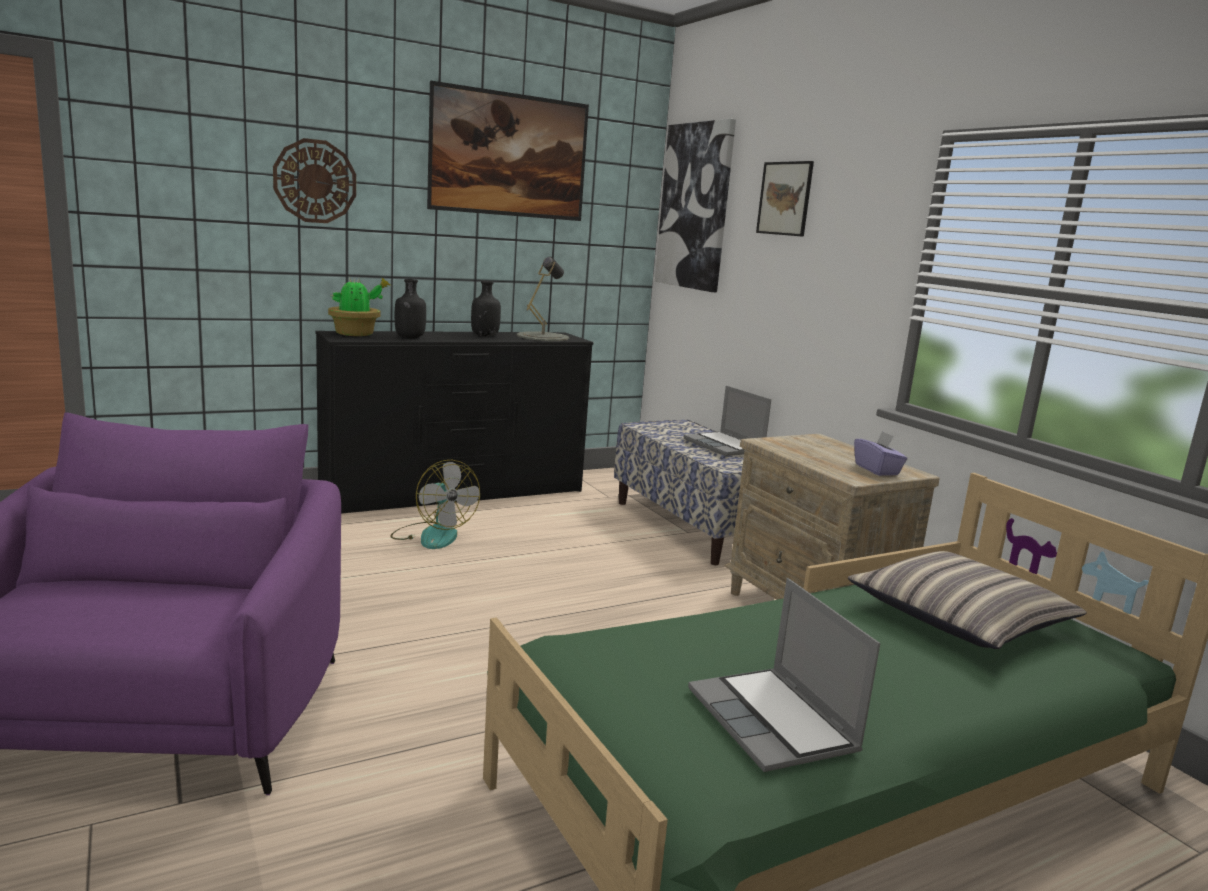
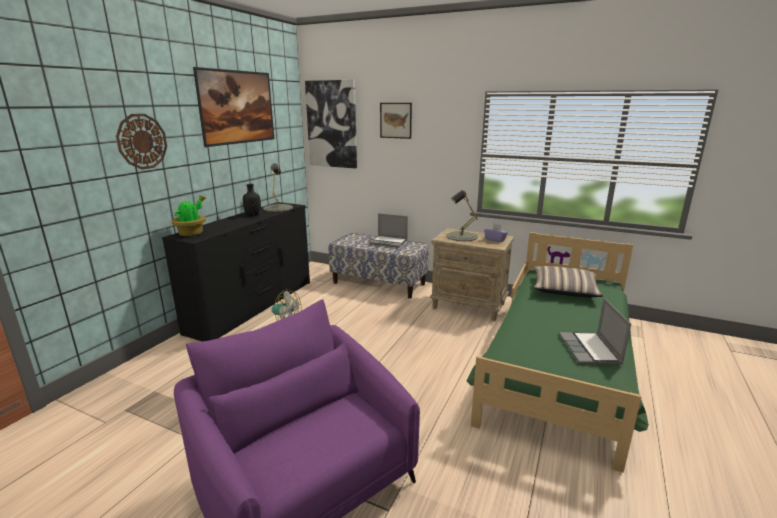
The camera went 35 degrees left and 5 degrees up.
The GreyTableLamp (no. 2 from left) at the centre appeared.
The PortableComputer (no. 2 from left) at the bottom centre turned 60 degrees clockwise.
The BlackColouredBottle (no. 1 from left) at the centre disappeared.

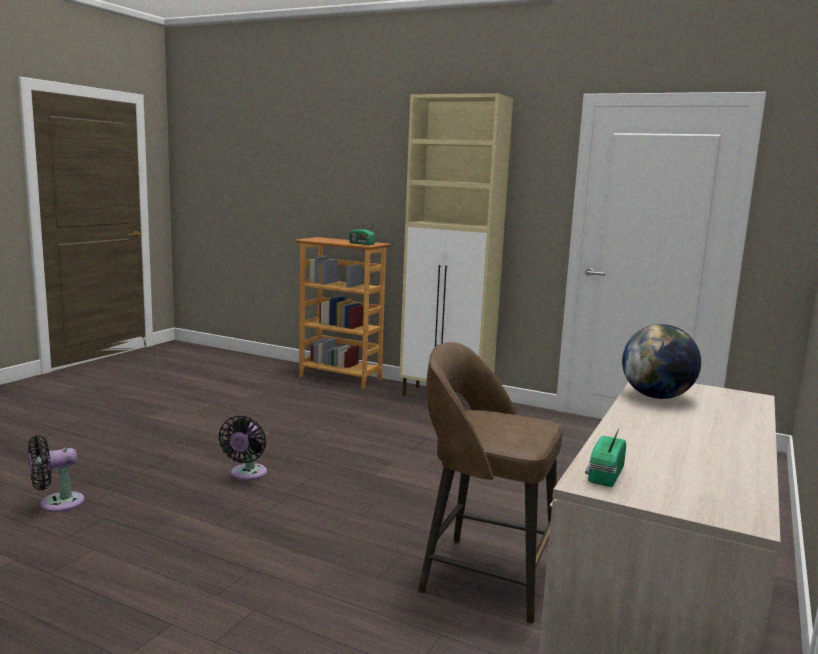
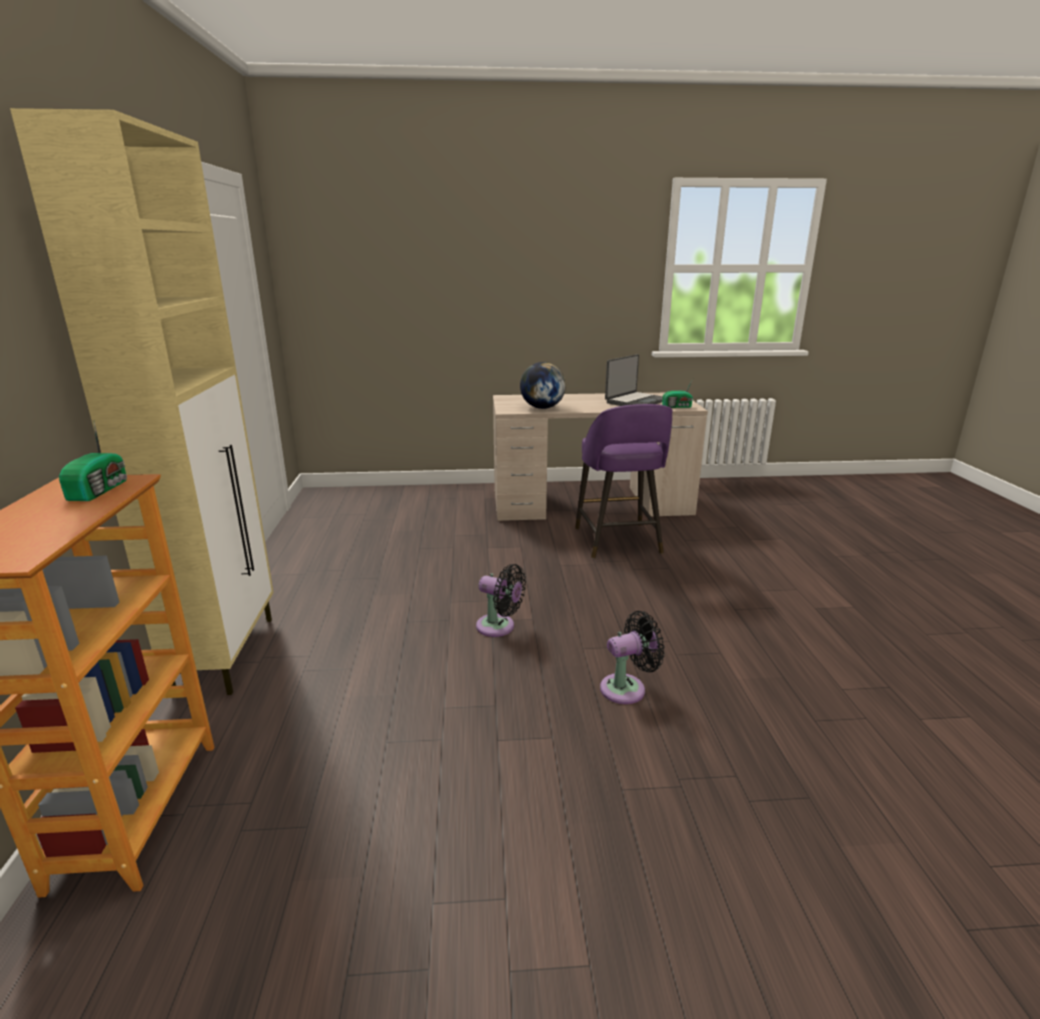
The camera went 120 degrees left and 10 degrees up.
The BlackColouredCoolingFan (no. 1 from left) moved from the bottom left to the centre.
The BrownSittingStool at the bottom centre became the PurplishSittingStool at the centre.
The PortableComputer at the centre appeared.

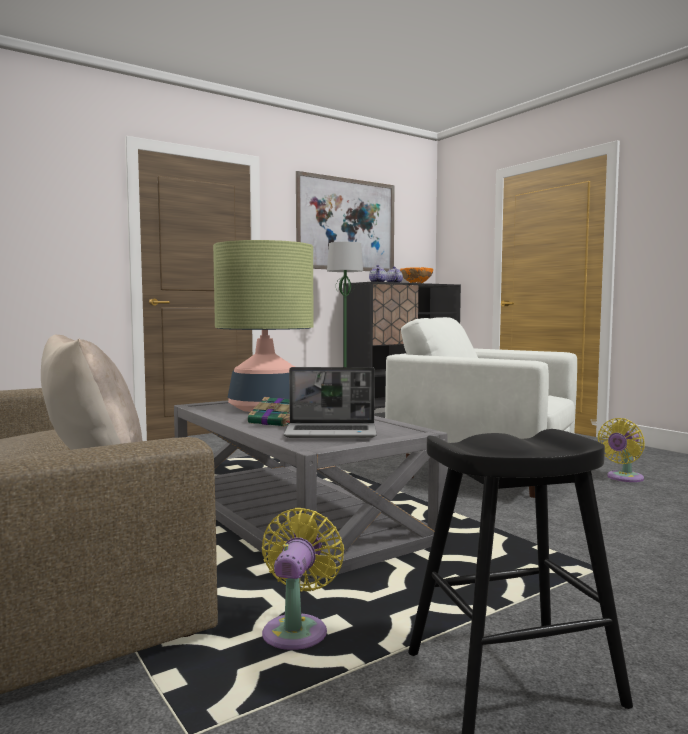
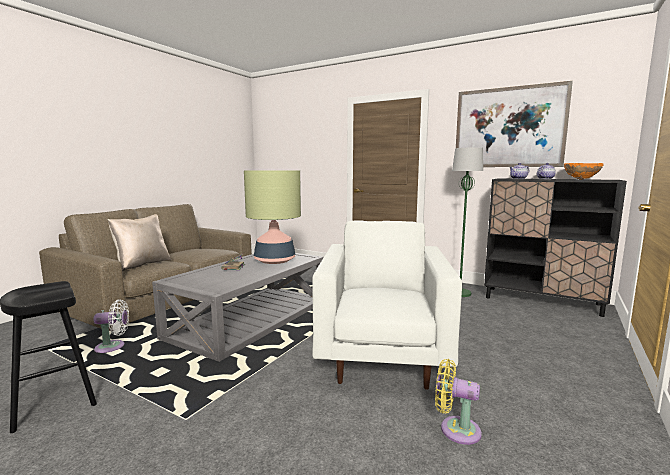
The camera went 65 degrees right and 5 degrees up.
The YellowColouredCoolingFan (no. 1 from left) at the bottom centre became the WhitishCoolingFan at the bottom left.
The PortableComputer at the centre disappeared.

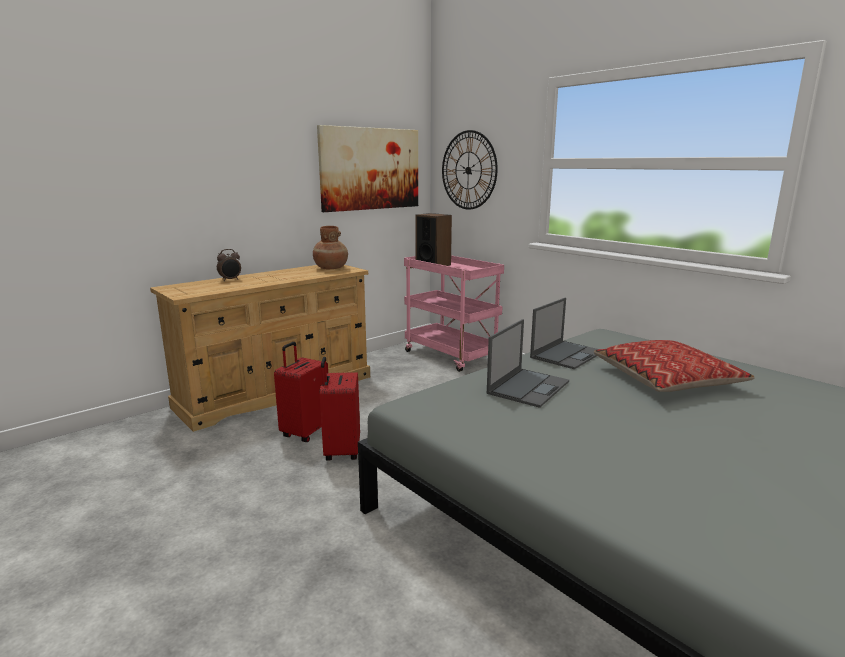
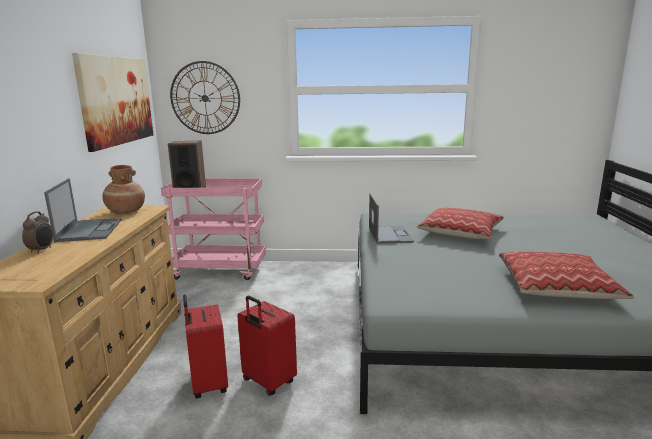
The camera went 45 degrees left and 0 degrees up.
The PortableComputer (no. 1 from left) moved from the centre to the middle left.
The ThrowPillow (no. 2 from left) at the middle right appeared.

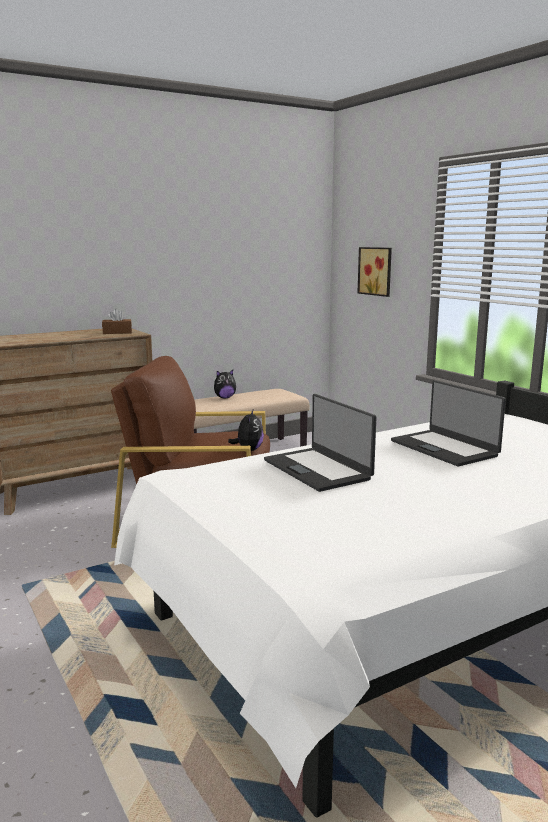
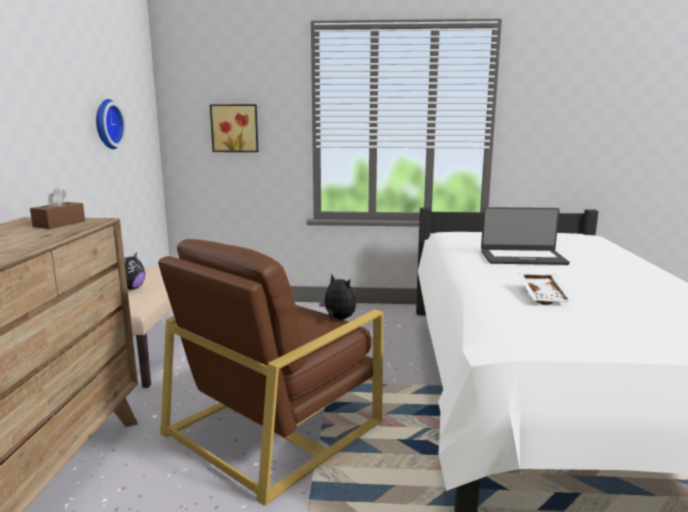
The camera went 55 degrees left and 0 degrees up.
The WallClock at the top left appeared.
The PortableComputer (no. 1 from left) at the centre was replaced by the WhitishTray at the middle right.

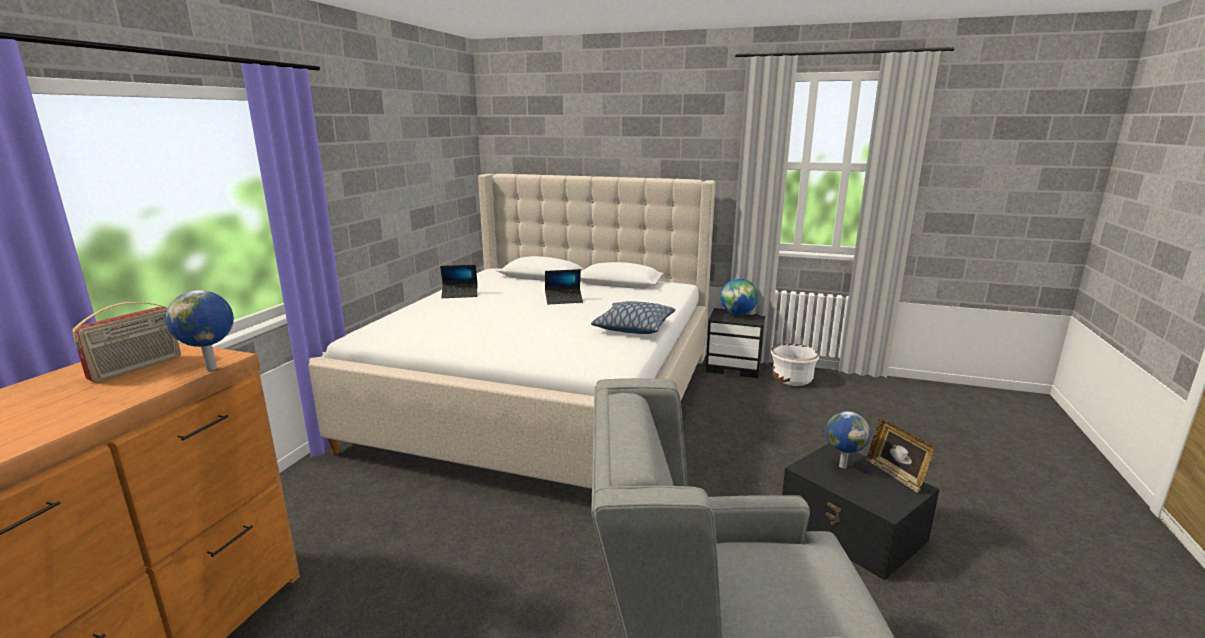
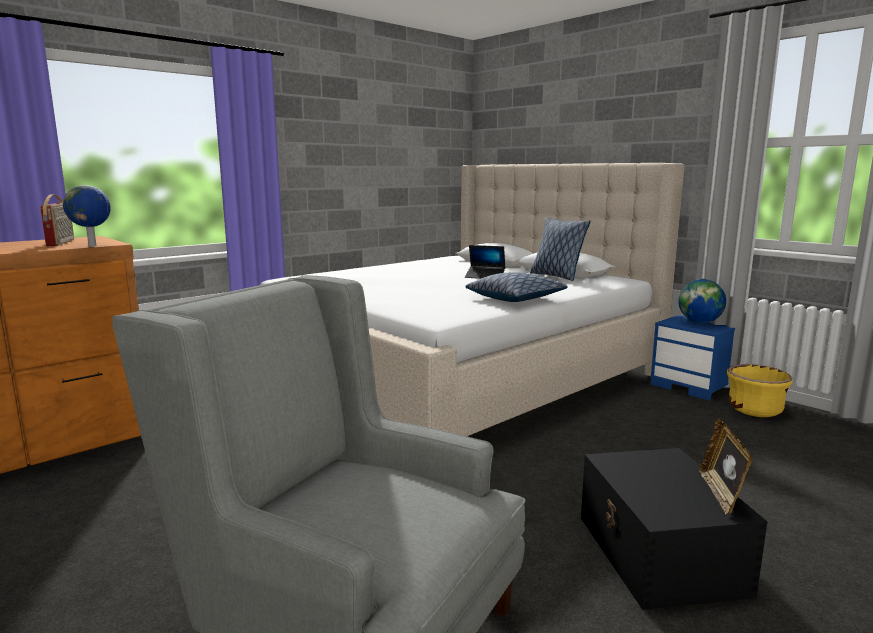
The camera went 30 degrees right and 5 degrees down.
The Radio at the middle left turned 75 degrees counterclockwise.
The ThrowPillow (no. 2 from left) at the centre appeared.
The BlackColouredNightstand at the centre became the BluishNightstand at the middle right.
The WhitishPlantPot at the centre became the YellowColouredPlantPot at the middle right.
The PortableComputer (no. 1 from left) at the centre disappeared.
The Globe (no. 3 from left) at the bottom right disappeared.

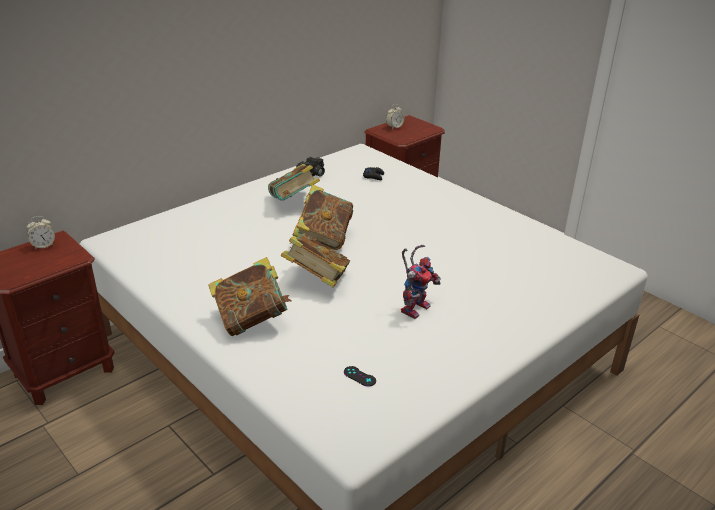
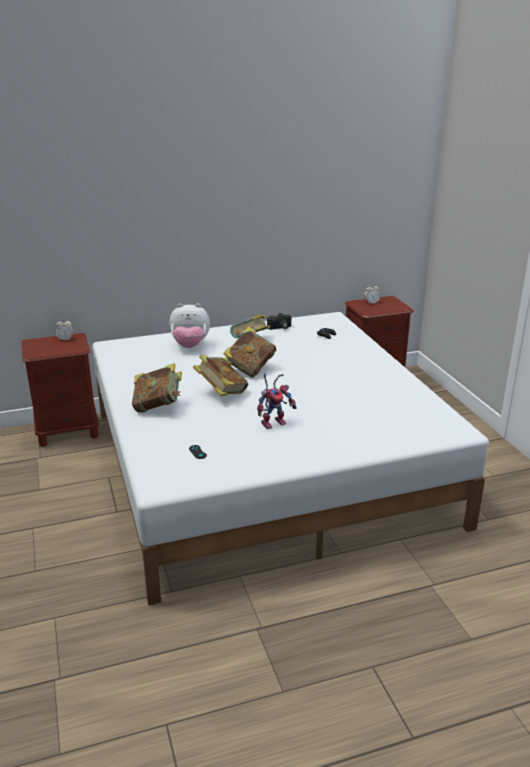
The camera went 25 degrees right and 5 degrees down.
The CuddlyToy at the centre appeared.

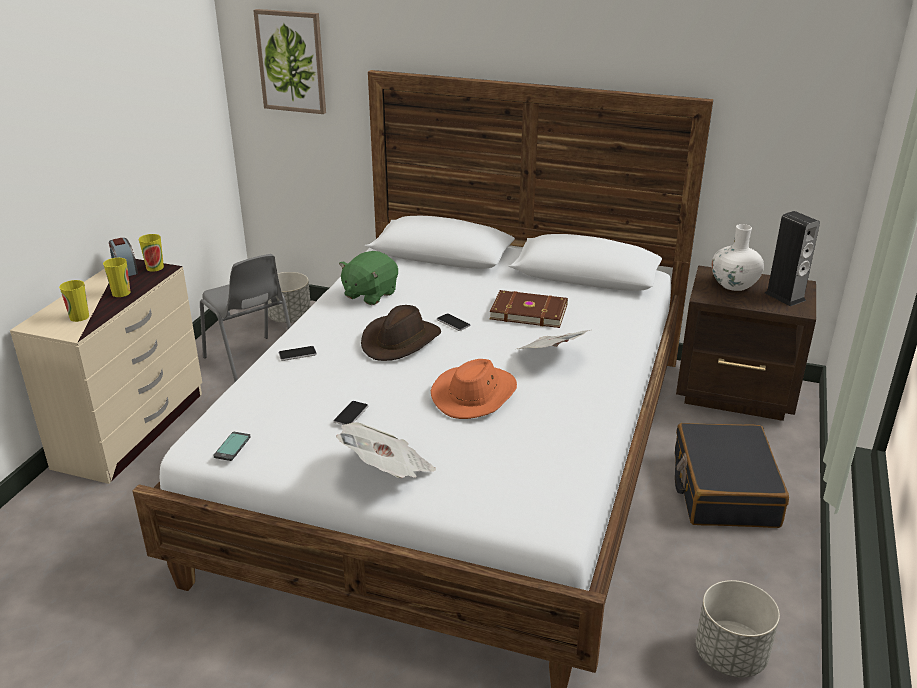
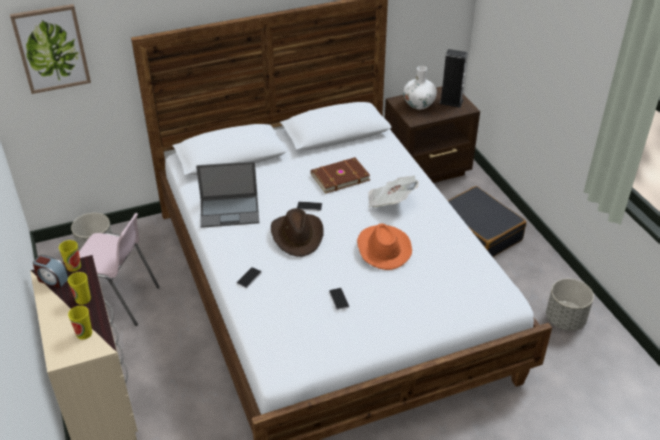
The camera went 40 degrees left and 10 degrees up.
The GreyChair at the middle left became the PinkChair at the middle left.
The GreenColouredCuddlyToy at the centre was replaced by the PortableComputer at the centre.
The Phone (no. 1 from left) at the middle left disappeared.
The PrintedPaper (no. 1 from left) at the centre disappeared.

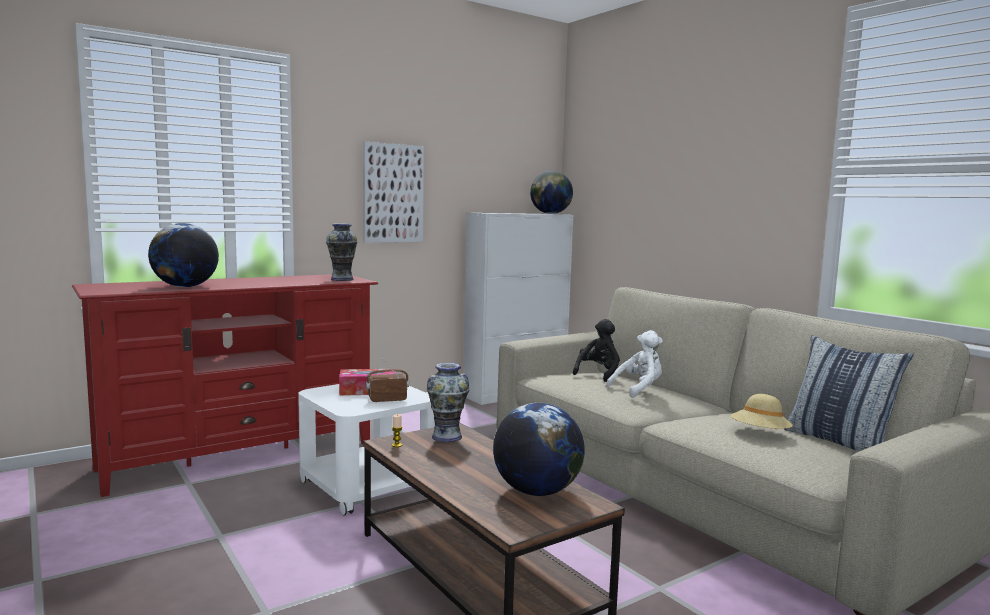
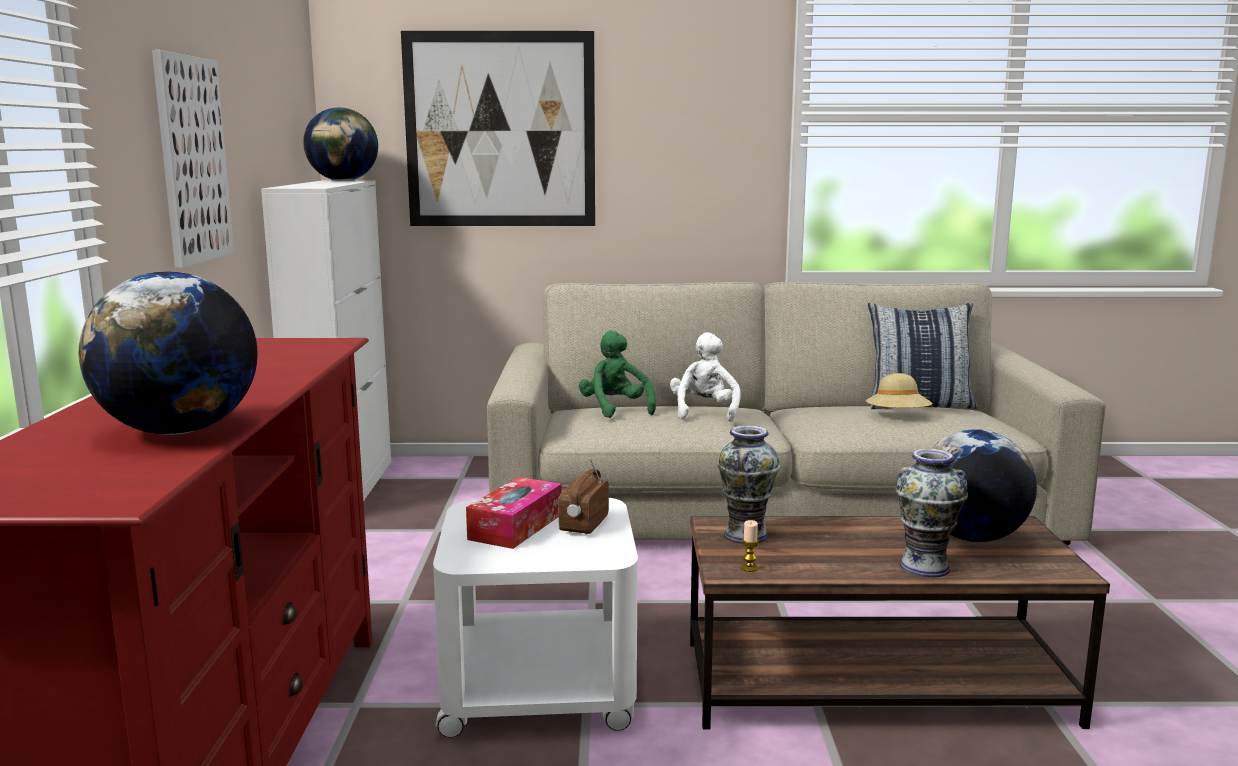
The camera went 55 degrees left and 5 degrees up.
The WallPicture (no. 2 from left) at the top centre appeared.
The BlackColouredCuddlyToy at the centre became the GreenColouredCuddlyToy at the centre.
The DecorativeVase (no. 1 from left in the first image) moved from the centre to the bottom right.

